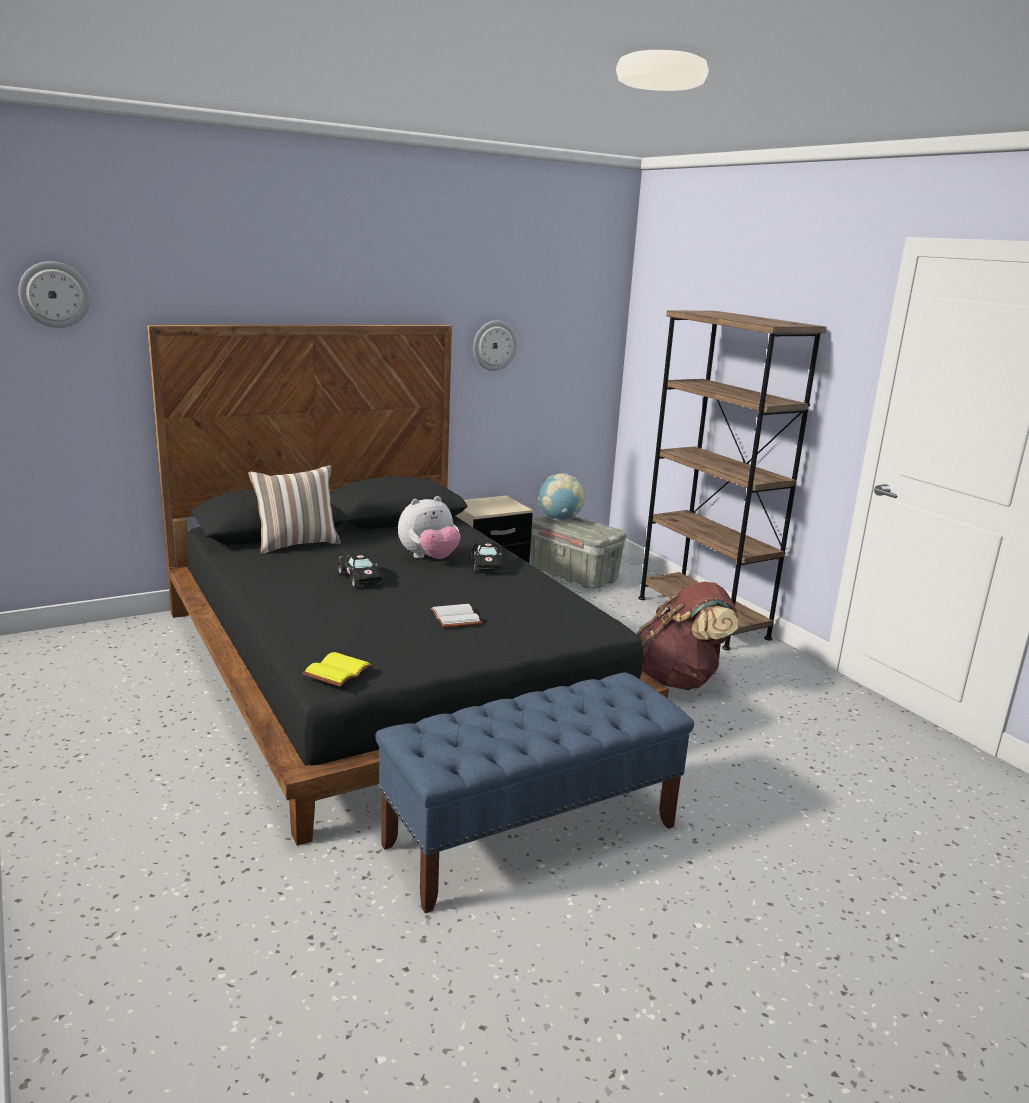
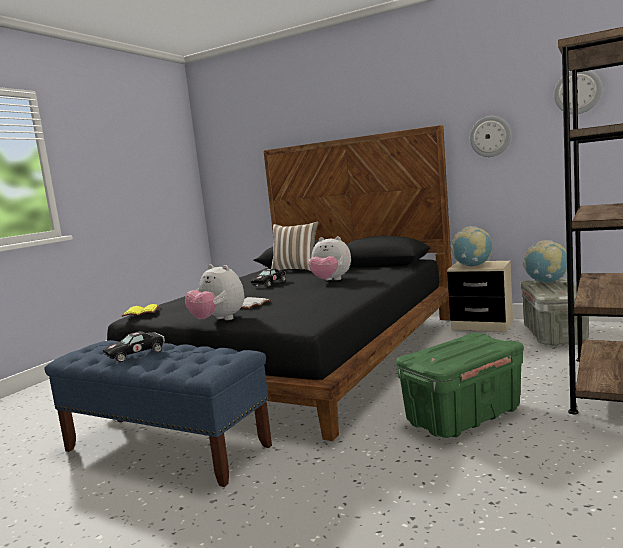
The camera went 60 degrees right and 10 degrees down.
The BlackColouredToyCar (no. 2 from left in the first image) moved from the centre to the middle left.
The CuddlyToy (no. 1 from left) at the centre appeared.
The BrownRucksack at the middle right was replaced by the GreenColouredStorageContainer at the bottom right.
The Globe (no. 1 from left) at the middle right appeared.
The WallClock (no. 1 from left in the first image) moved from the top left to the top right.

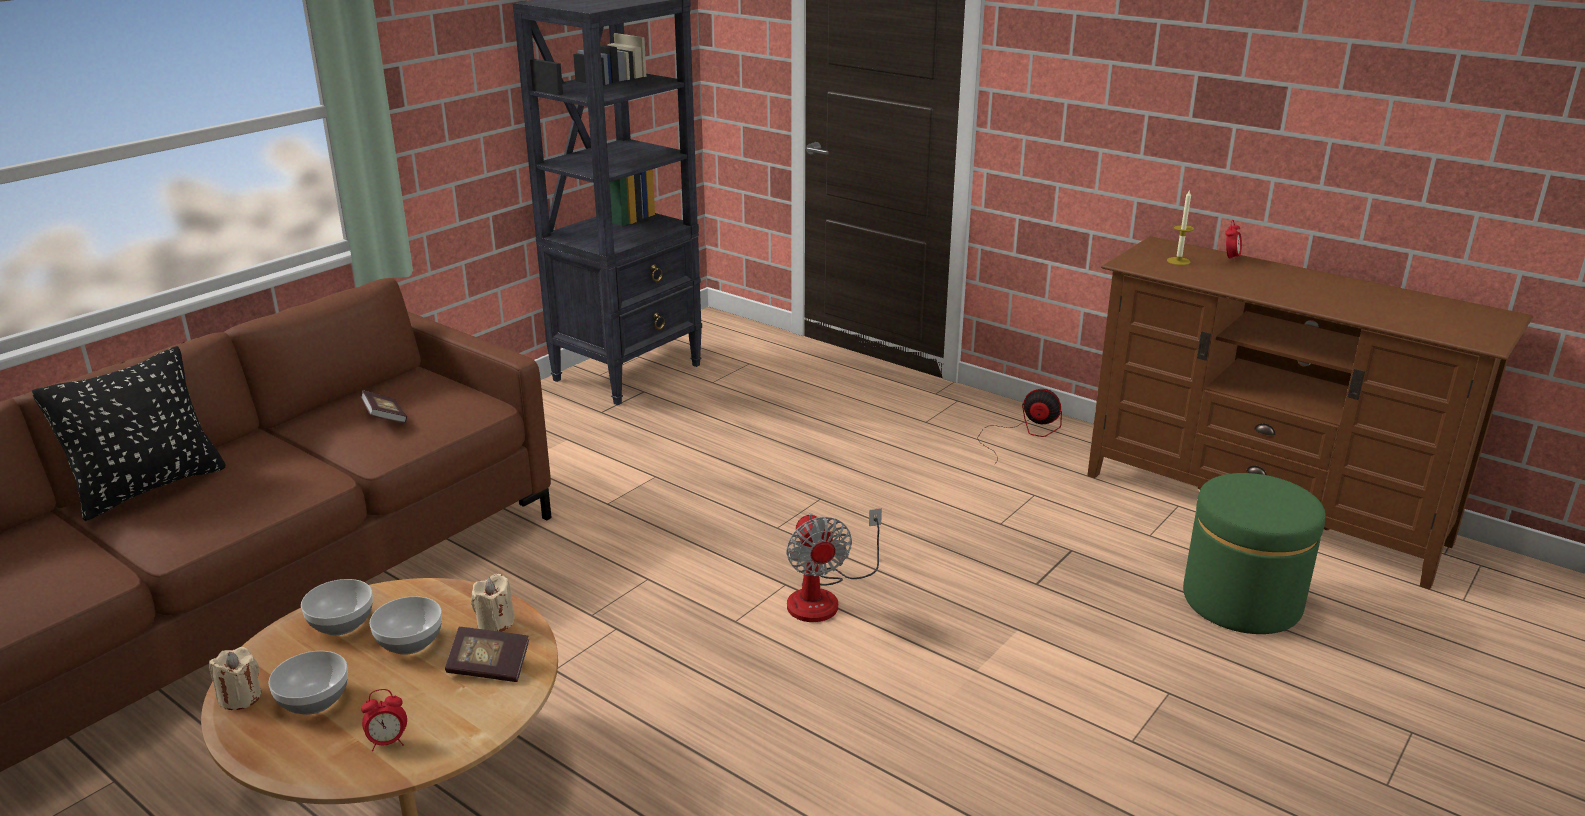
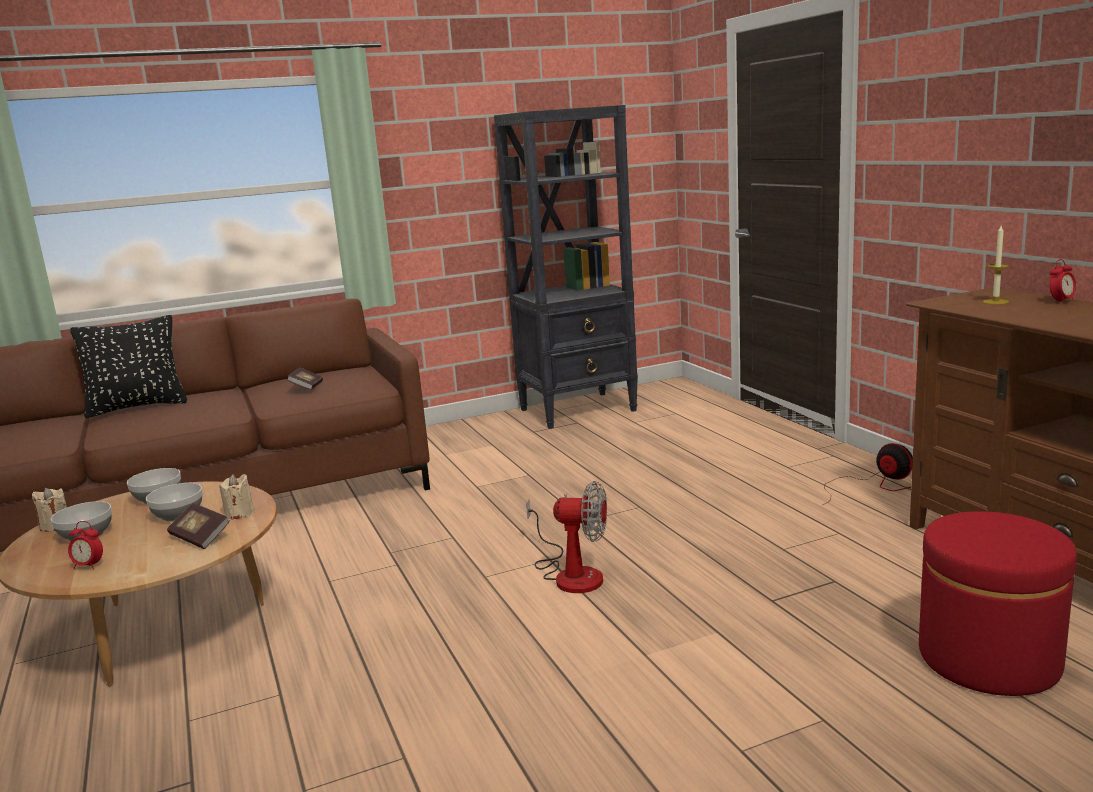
The camera went 30 degrees right and 10 degrees down.
The CoolingFan (no. 1 from left) at the bottom centre turned 90 degrees counterclockwise.
The GreenColouredPouffe at the bottom right became the ReddishPouffe at the bottom right.

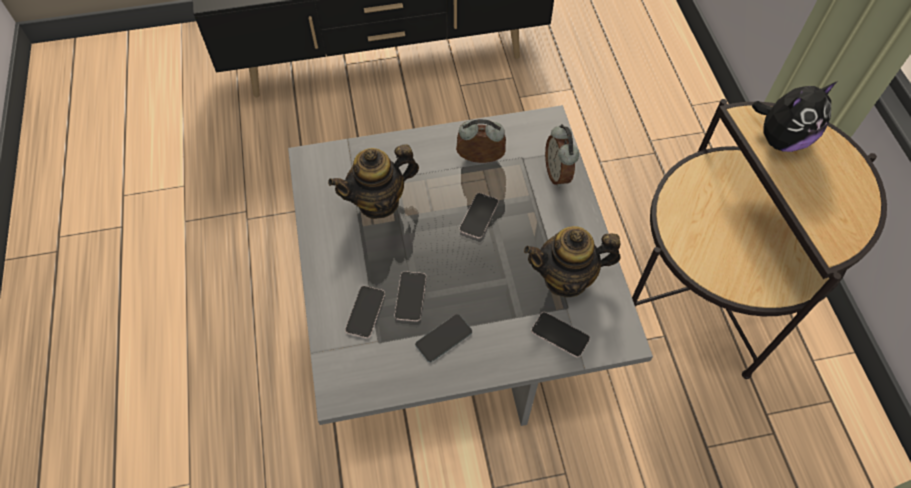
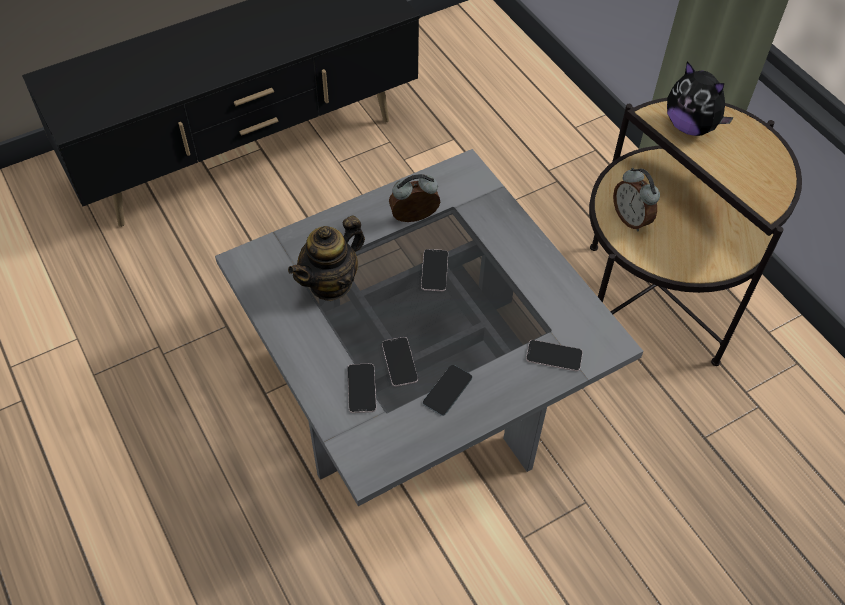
The camera went 20 degrees left and 5 degrees down.
The AlarmClock (no. 2 from left) moved from the top centre to the top right.
The CuddlyToy at the top right turned 90 degrees clockwise.
The Teapot (no. 2 from left) at the centre disappeared.

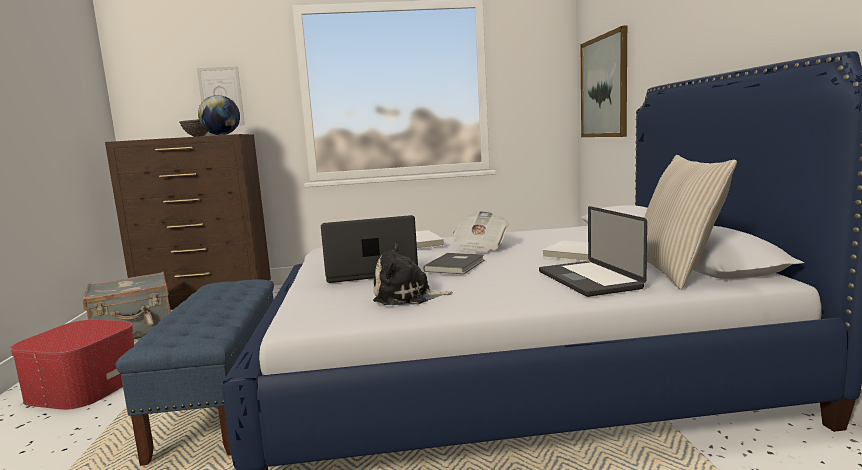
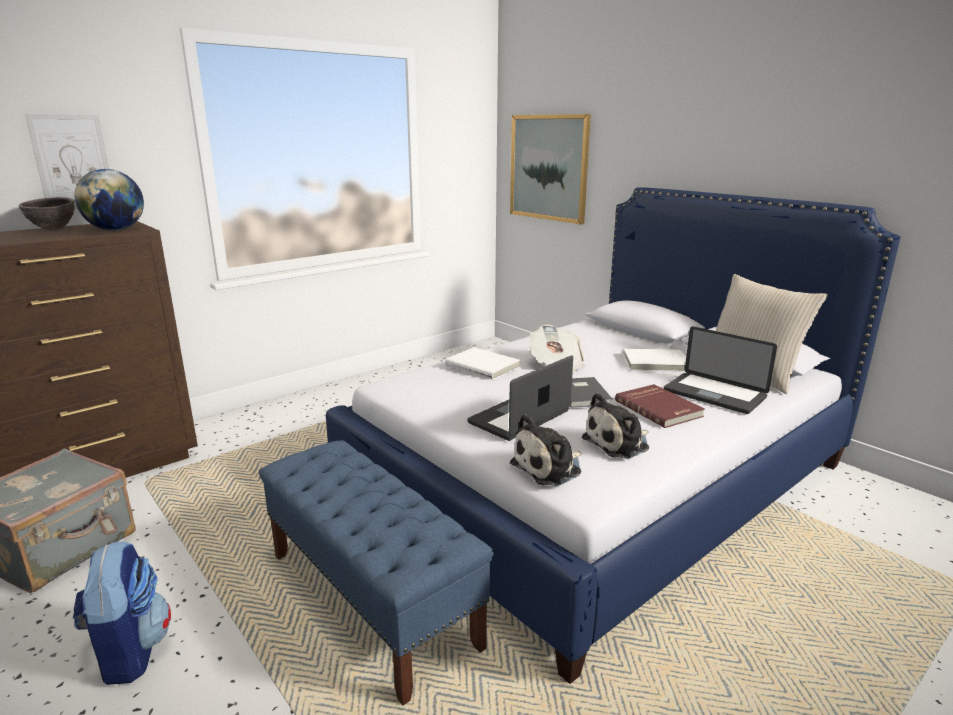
The camera went 35 degrees left and 10 degrees up.
The Pouffe at the bottom left was replaced by the Rucksack at the bottom left.
The CuddlyToy (no. 1 from left) at the centre appeared.
The ReddishVolume at the middle right appeared.

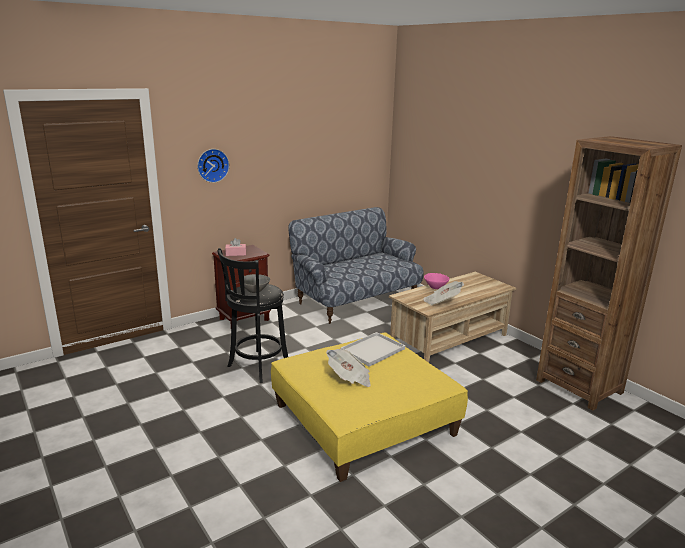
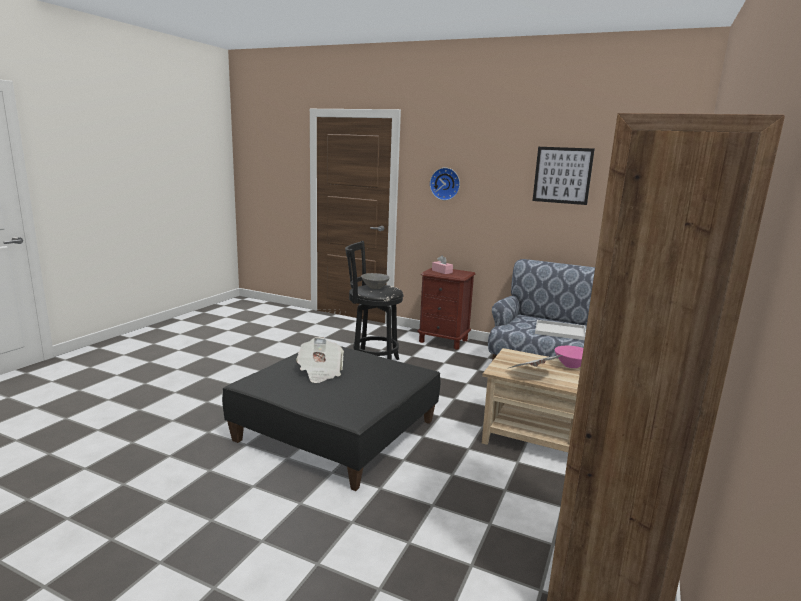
The camera went 60 degrees right and 5 degrees down.
The YellowColouredPouffe at the bottom centre became the BlackColouredPouffe at the bottom centre.
The WallPicture at the top right appeared.
The WhitishTray moved from the centre to the middle right.

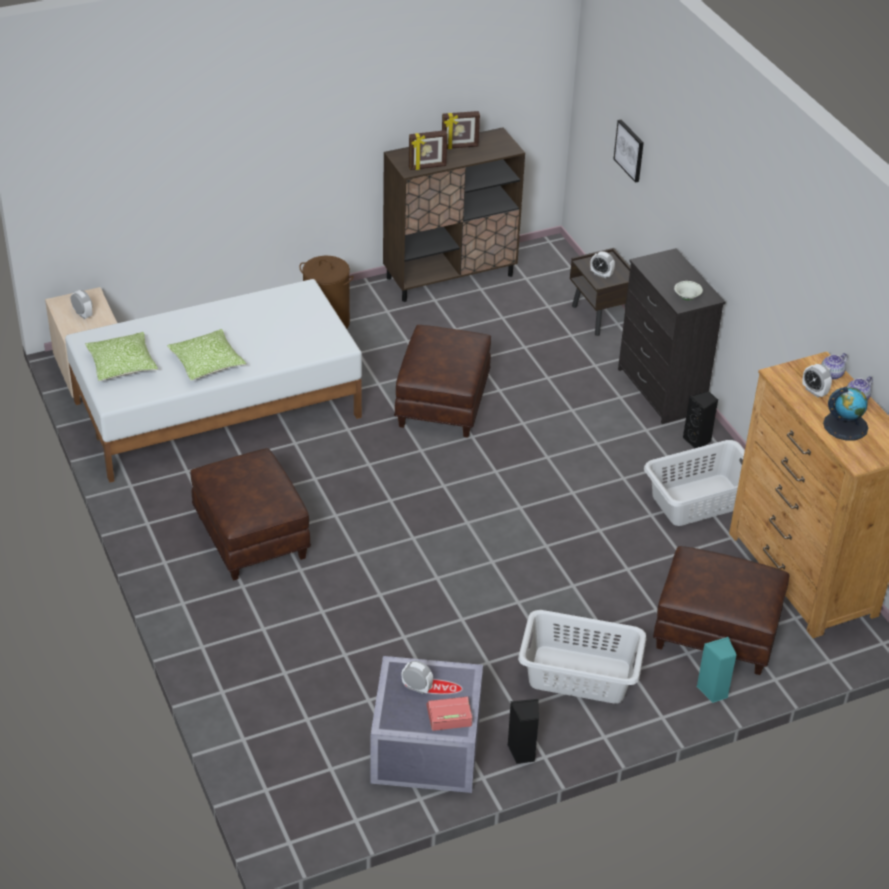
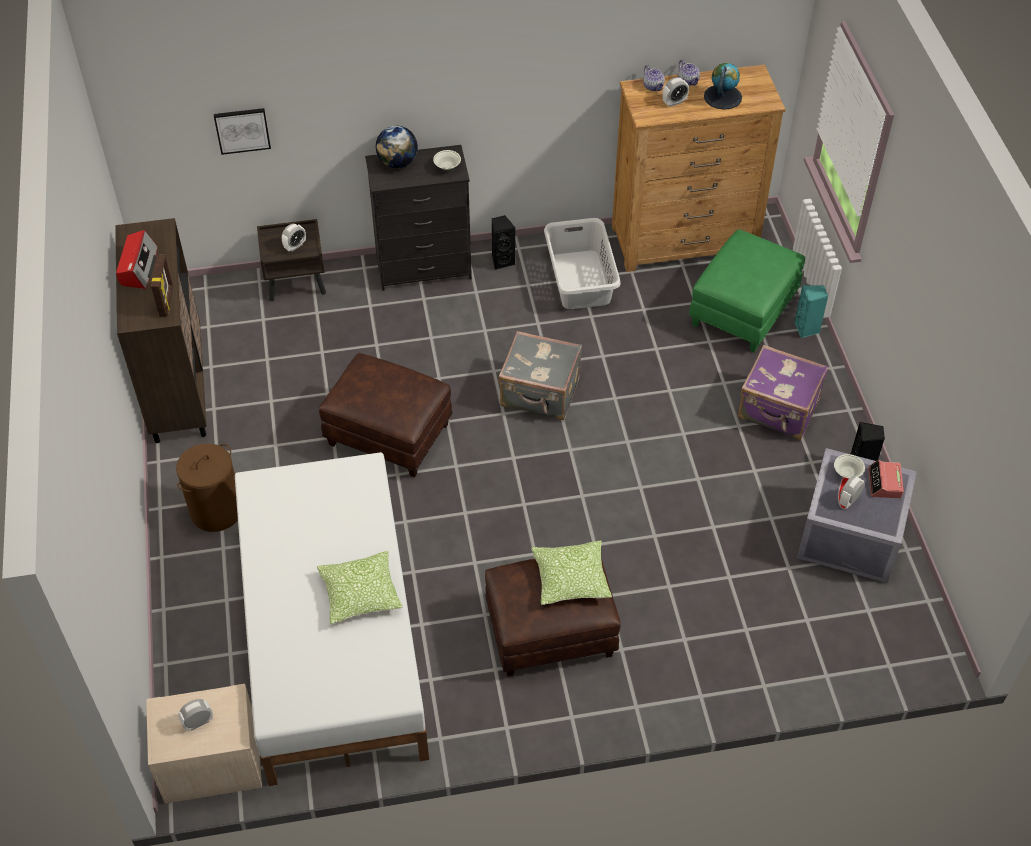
The camera went 75 degrees left and 10 degrees up.
The PictureFrame (no. 2 from left) at the top centre was replaced by the Radio at the top left.
The Globe (no. 1 from left) at the top centre appeared.
The GreyPieceOfLuggage at the centre appeared.
The ThrowPillow (no. 1 from left in the first image) moved from the middle left to the bottom centre.
The BrownPouffe (no. 3 from left) at the bottom right became the GreenColouredPouffe at the middle right.
The GreyLaundryBasket (no. 1 from left) at the bottom centre was replaced by the PurplishPieceOfLuggage at the middle right.
The WhitishDeepDish (no. 2 from left) at the middle right appeared.

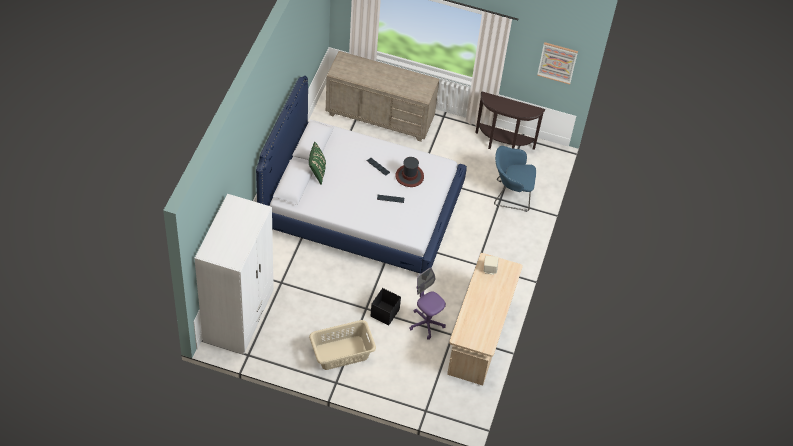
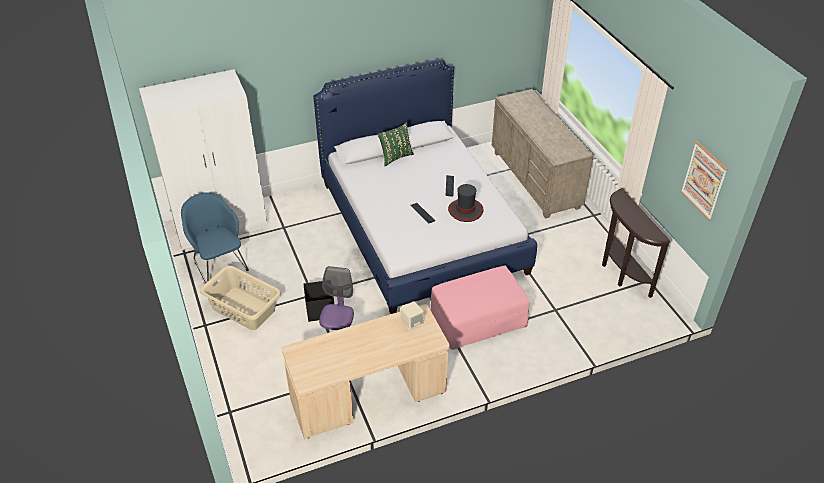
The camera went 55 degrees right and 10 degrees down.
The BluishEasyChair moved from the centre to the middle left.
The PinkPouffe at the centre appeared.

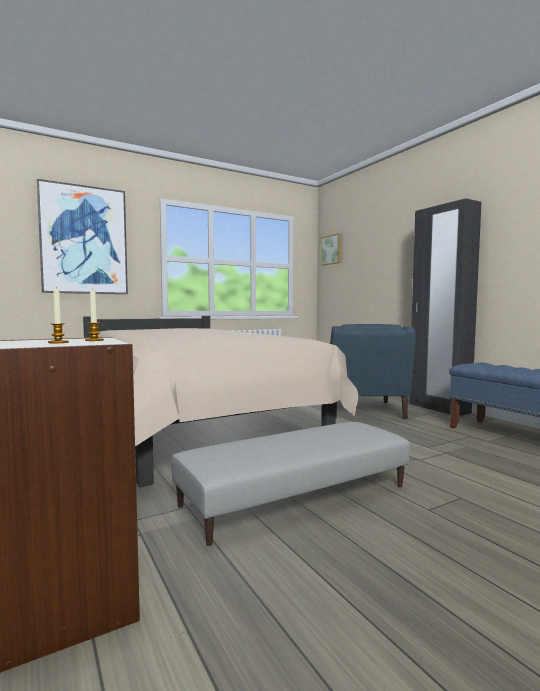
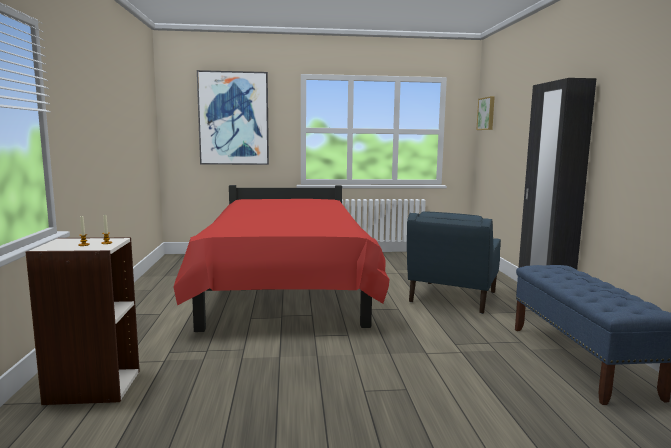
The camera went 25 degrees right and 5 degrees up.
The BeigeBedroomBed at the centre became the ReddishBedroomBed at the centre.
The GreyPouffe at the bottom centre disappeared.

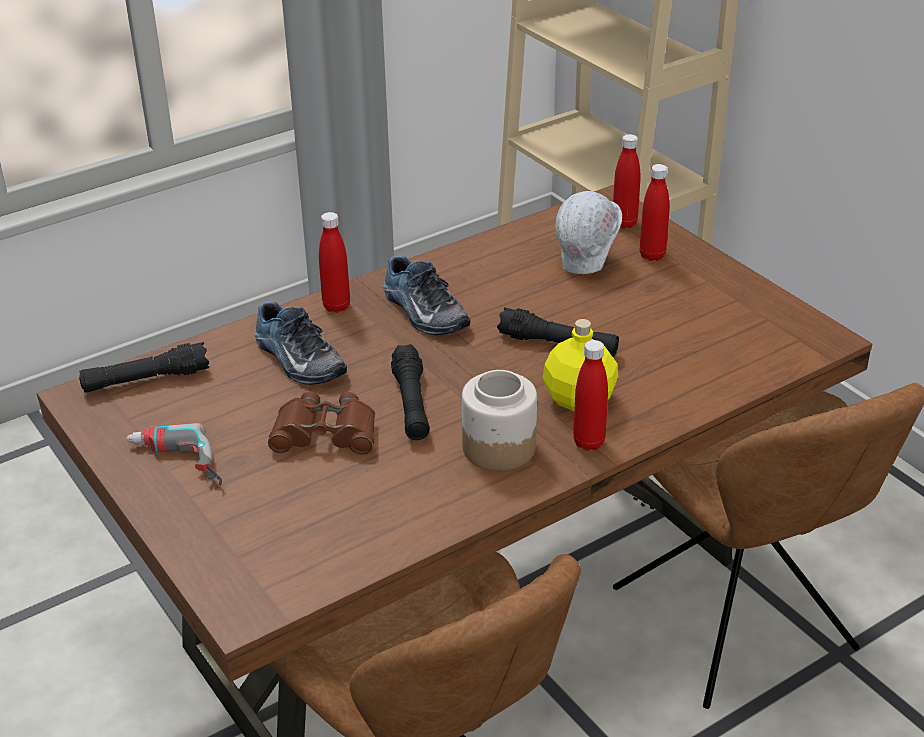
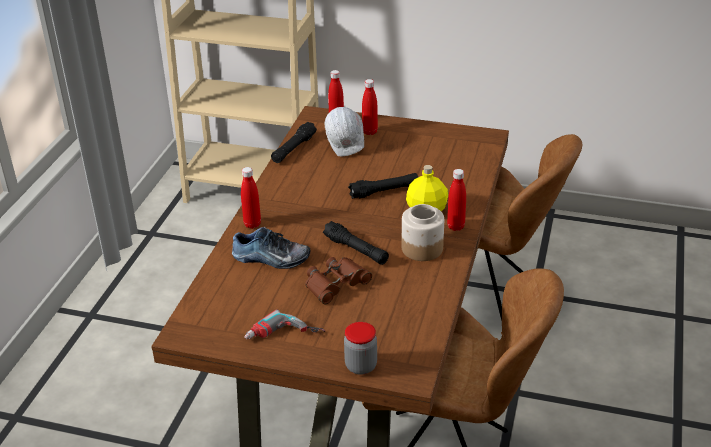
The camera went 40 degrees left and 0 degrees up.
The BlackColouredTorch (no. 1 from left) moved from the middle left to the top centre.
The Jar (no. 1 from left) at the bottom centre appeared.
The Shoe (no. 2 from left) at the centre disappeared.

